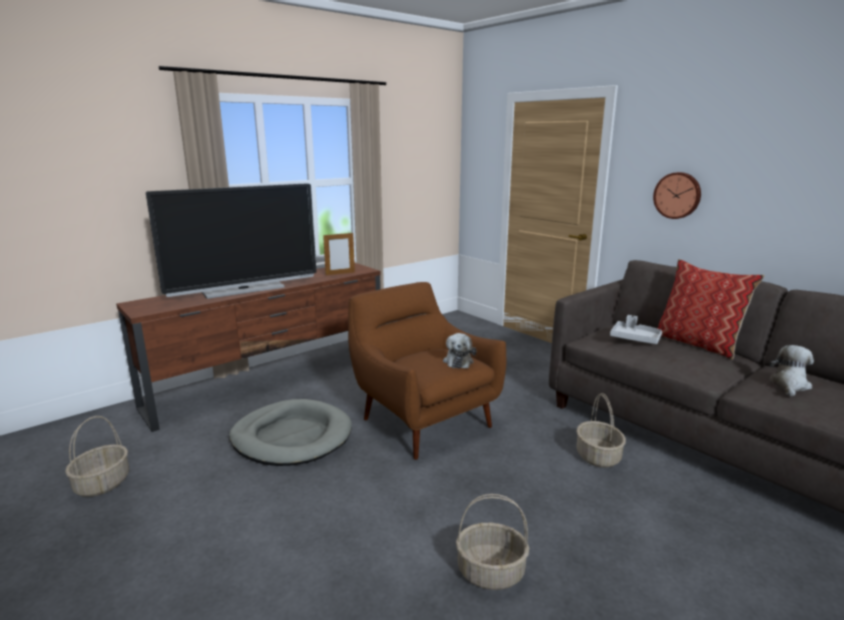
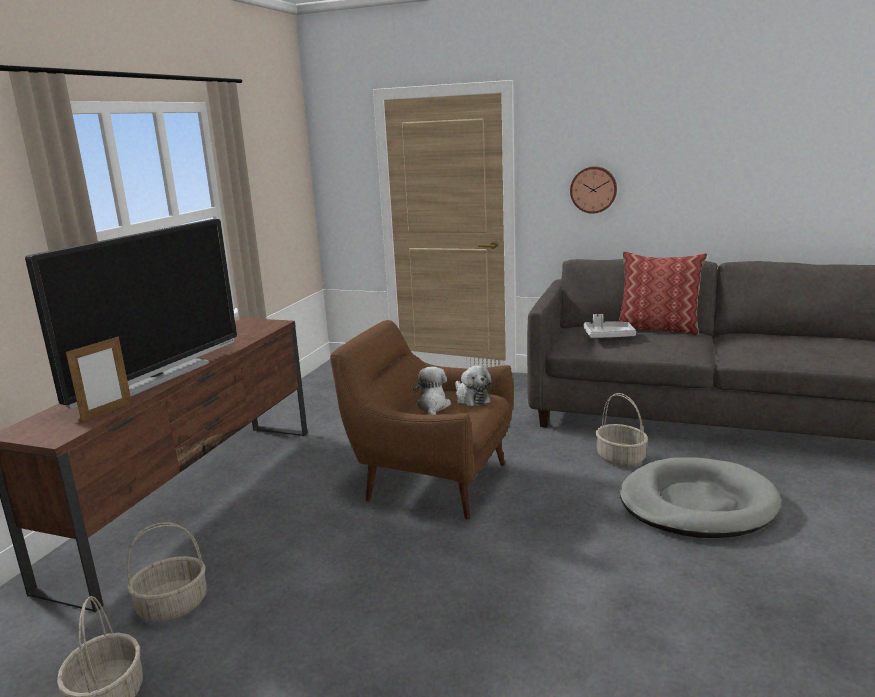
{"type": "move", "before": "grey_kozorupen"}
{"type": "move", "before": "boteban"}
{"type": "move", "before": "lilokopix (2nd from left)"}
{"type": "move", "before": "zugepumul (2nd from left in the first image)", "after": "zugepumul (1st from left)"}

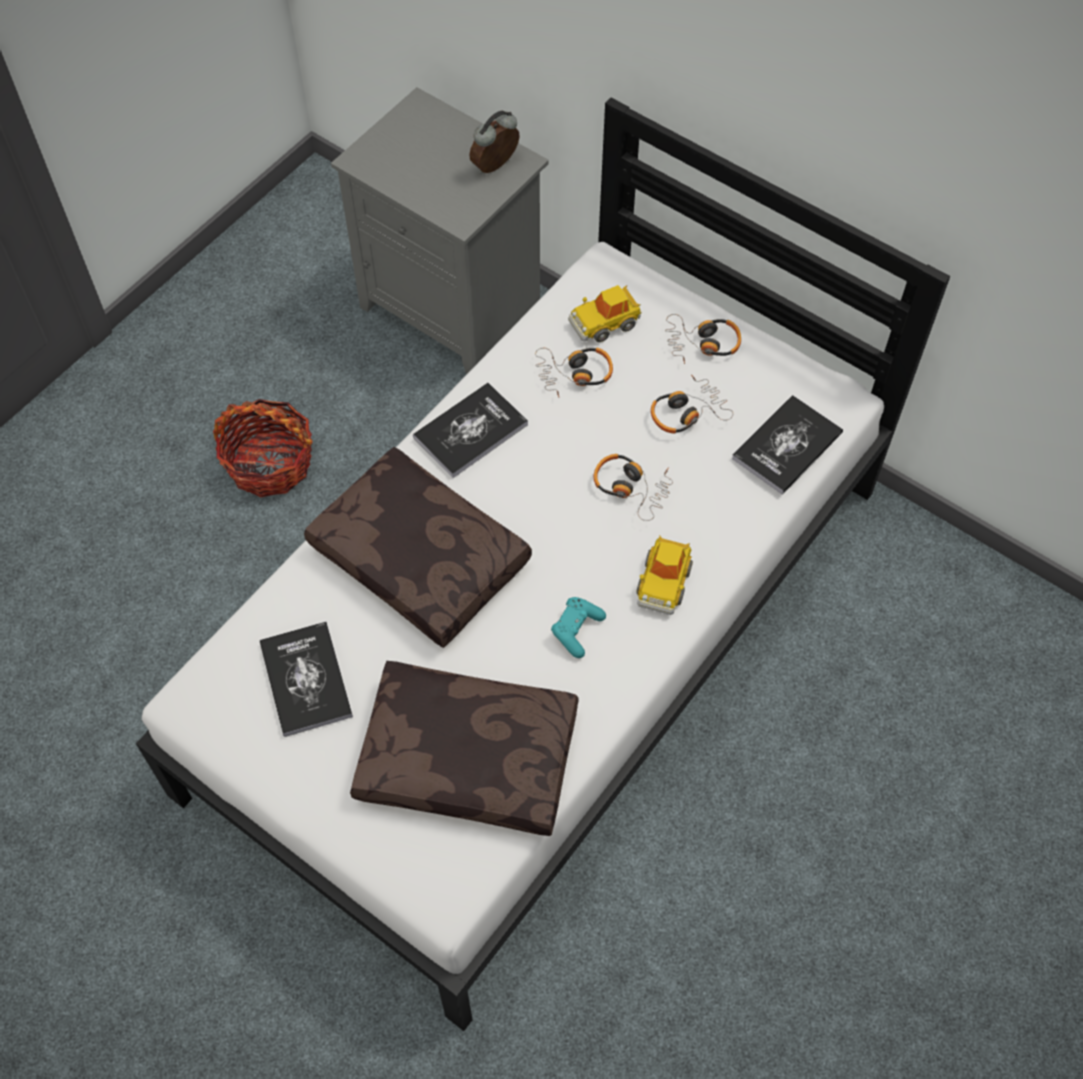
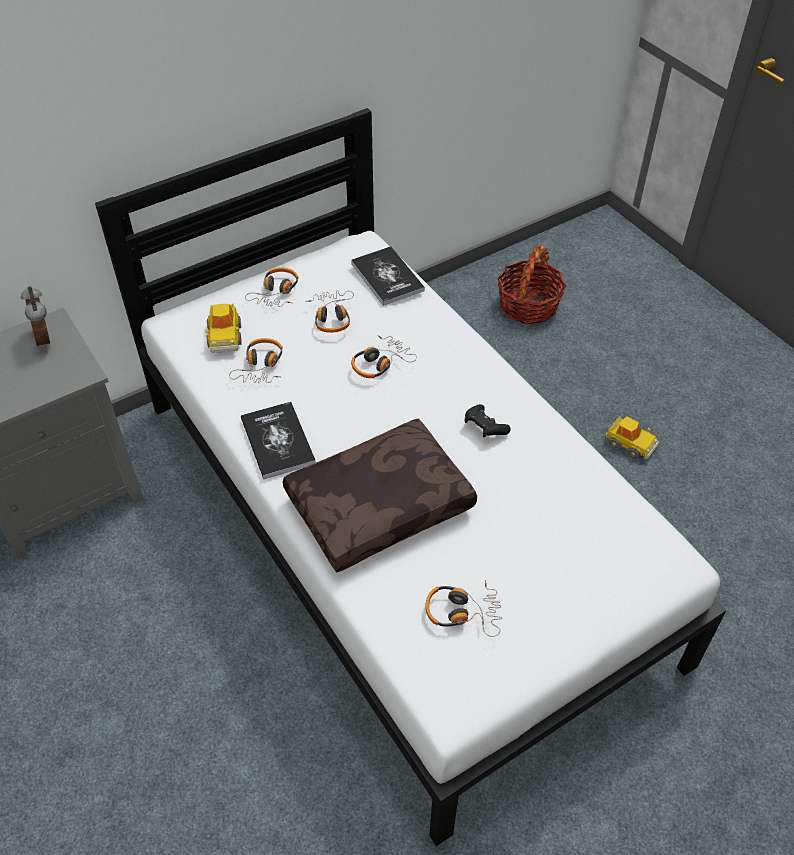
{"type": "delete", "before": "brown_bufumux (2nd from left)"}
{"type": "move", "before": "lilokopix"}
{"type": "move", "before": "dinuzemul (2nd from left)"}
{"type": "replace", "before": "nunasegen (1st from left)", "after": "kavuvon (5th from left)"}
{"type": "recolor", "before": "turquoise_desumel", "after": "black_desumel"}

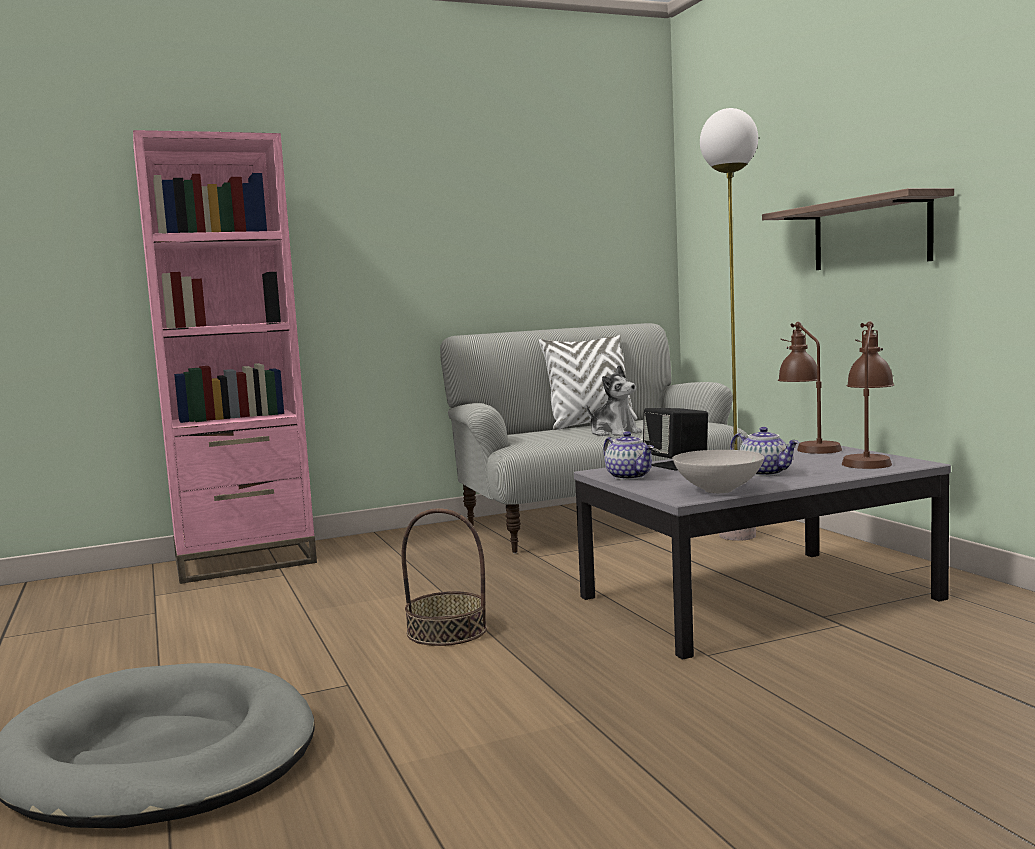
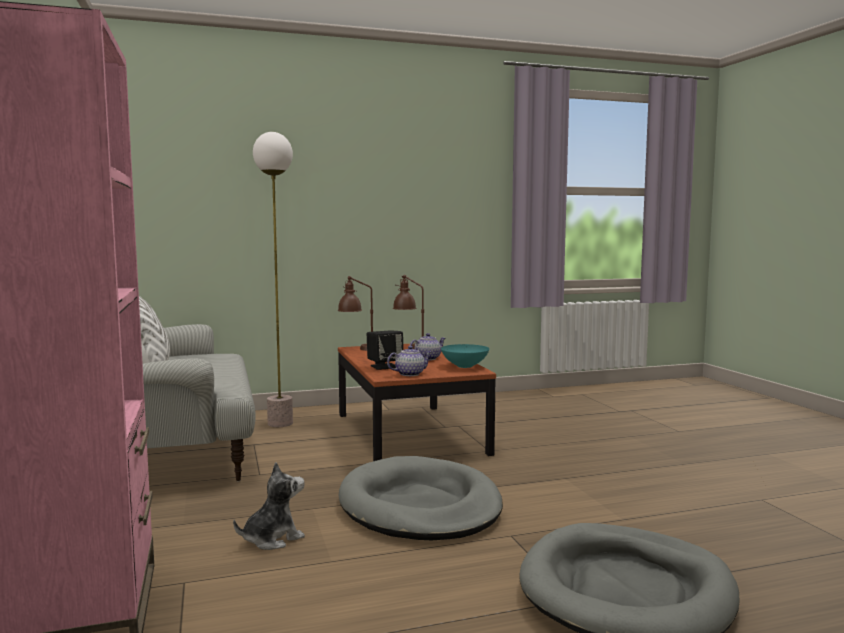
{"type": "delete", "before": "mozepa"}
{"type": "move", "before": "zugepumul"}
{"type": "replace", "before": "lilokopix", "after": "grey_kozorupen (1st from left)"}
{"type": "recolor", "before": "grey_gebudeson", "after": "brown_gebudeson"}
{"type": "recolor", "before": "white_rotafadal", "after": "turquoise_rotafadal"}

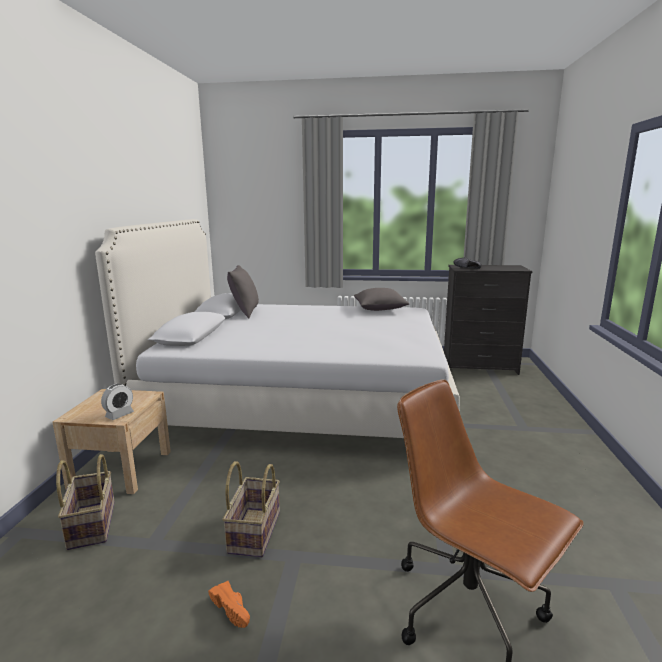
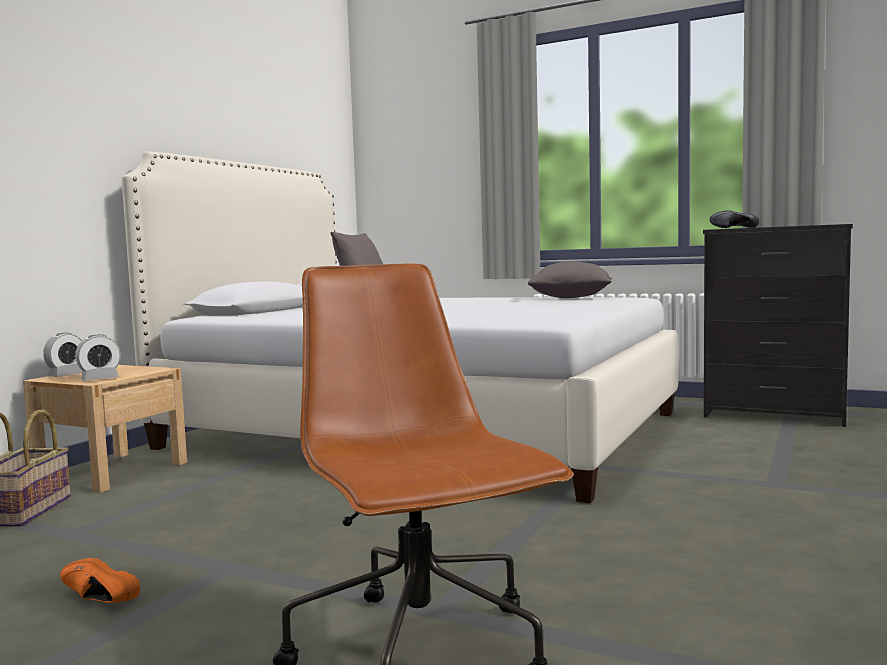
{"type": "delete", "before": "lilokopix (2nd from left)"}
{"type": "insert", "after": "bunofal (1st from left)"}
{"type": "rotate", "before": "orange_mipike", "turn": 135}

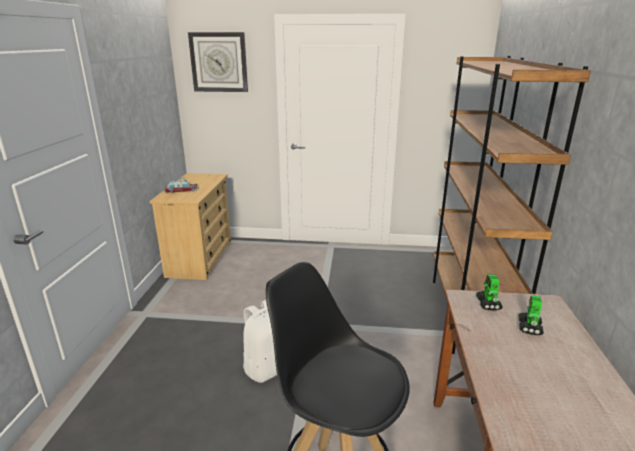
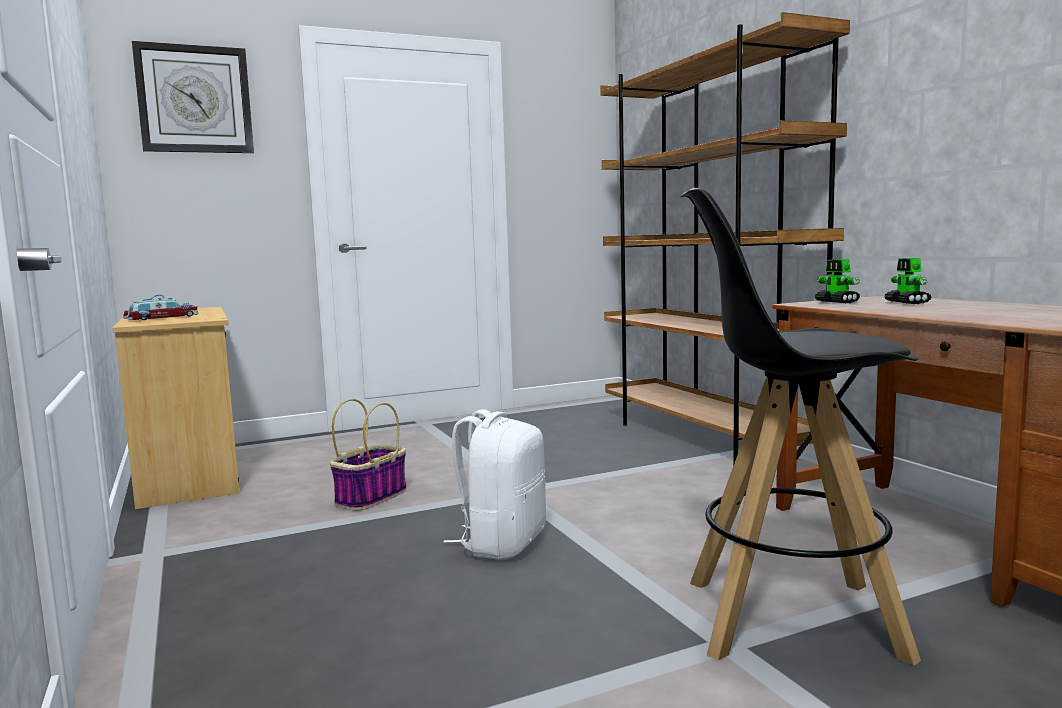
{"type": "insert", "after": "lilokopix"}

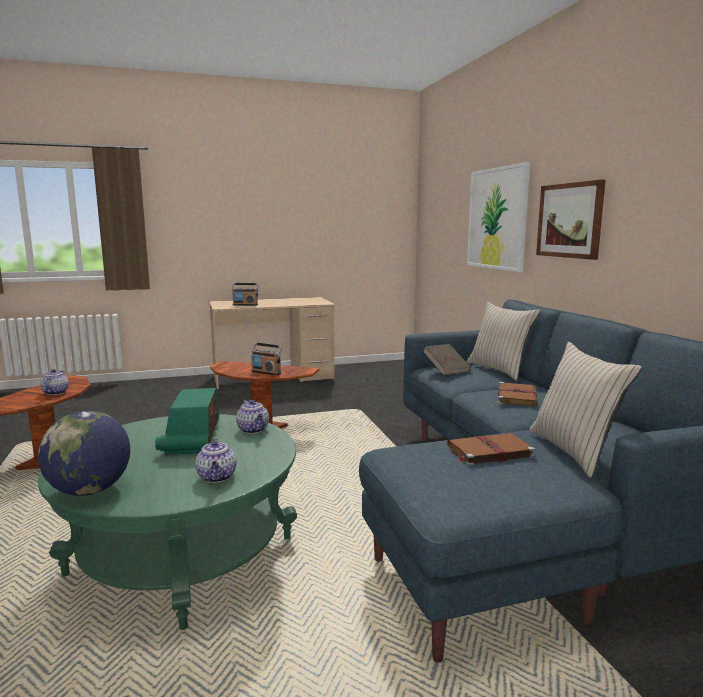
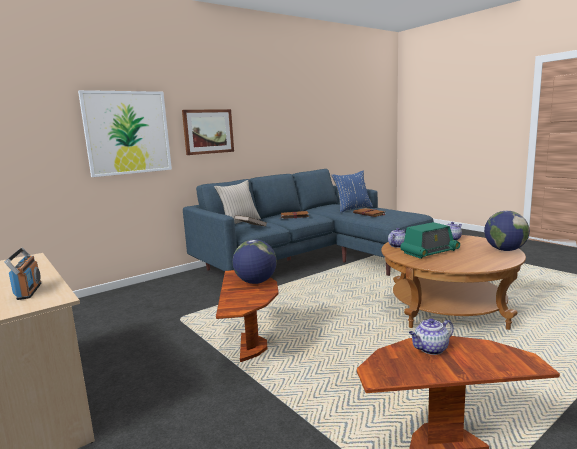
{"type": "replace", "before": "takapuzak (3rd from left)", "after": "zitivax (1st from left)"}
{"type": "recolor", "before": "green_gebudeson", "after": "brown_gebudeson"}
{"type": "recolor", "before": "beige_bufumux (2nd from left)", "after": "blue_bufumux"}

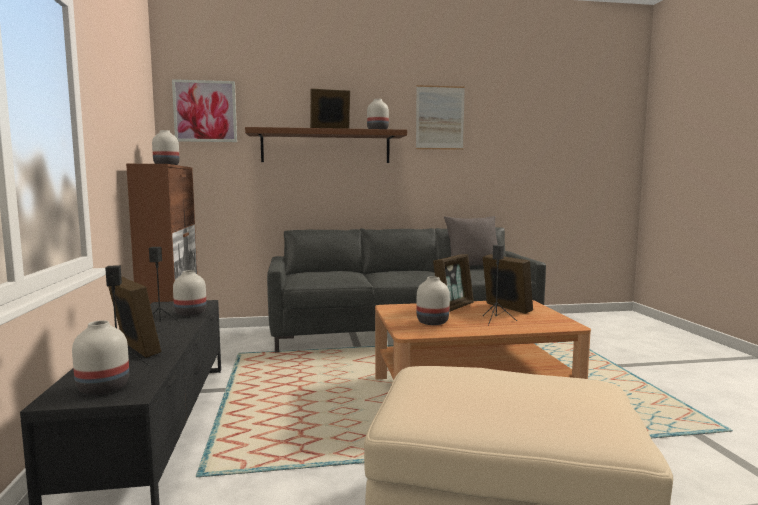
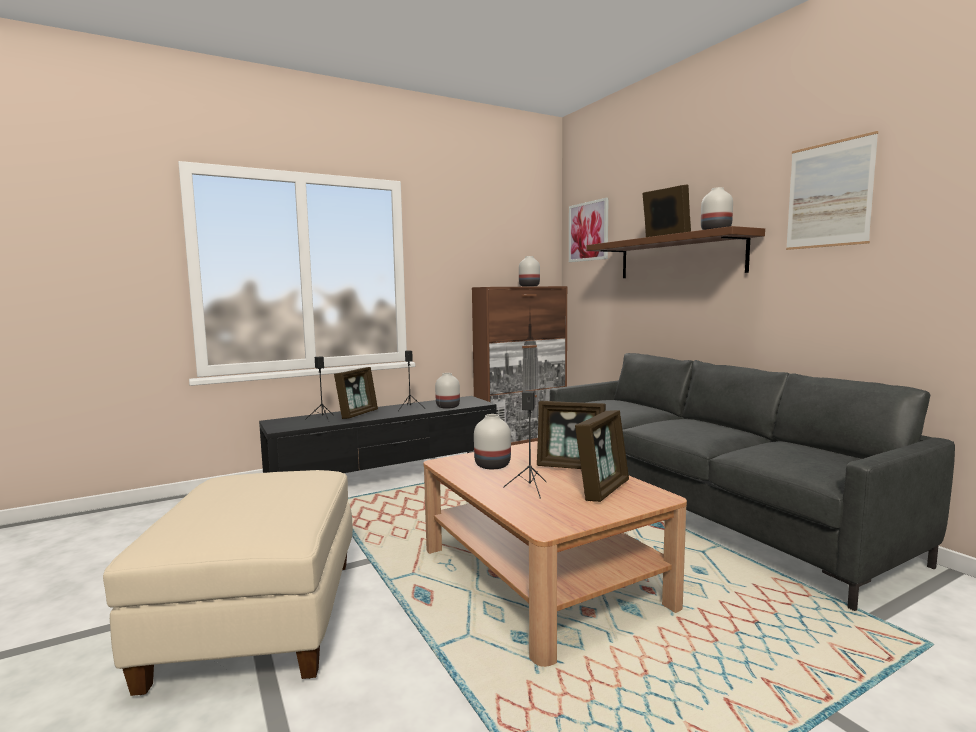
{"type": "delete", "before": "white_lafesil (1st from left)"}
{"type": "delete", "before": "grey_bufumux"}

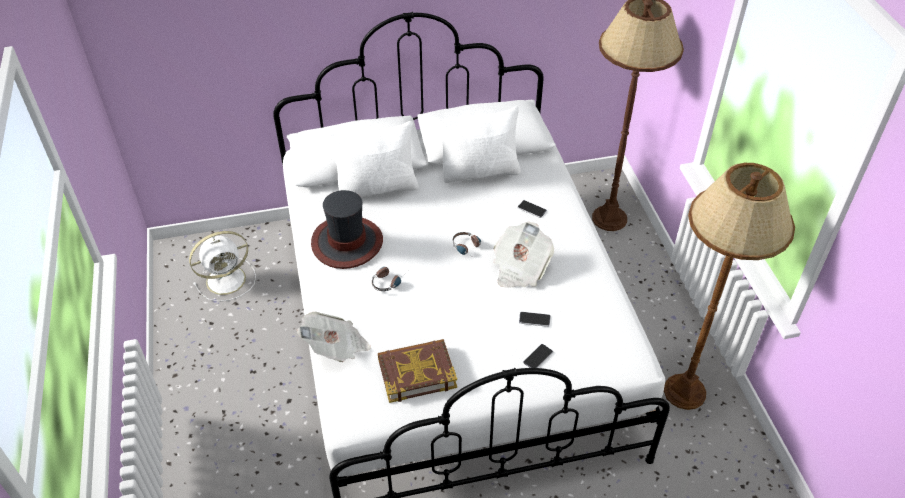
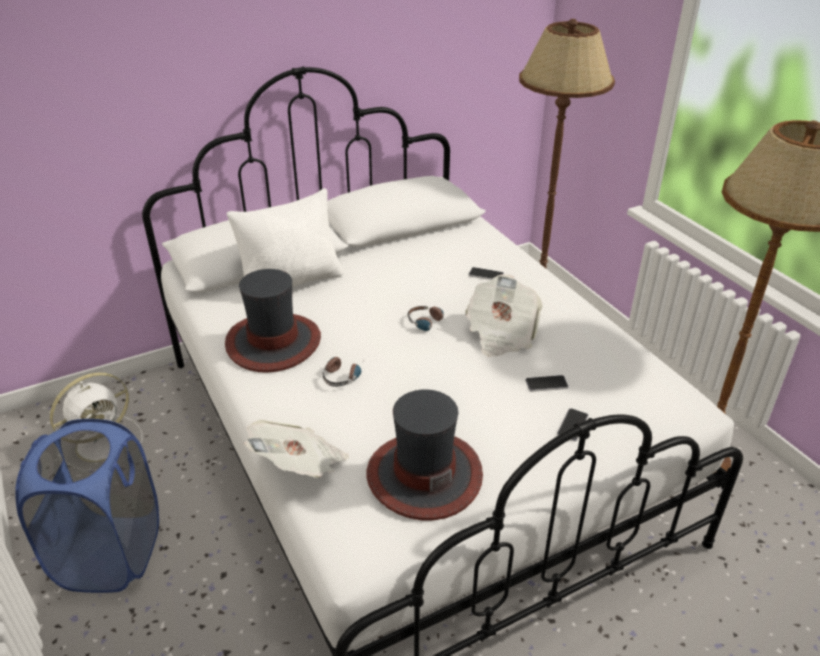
{"type": "delete", "before": "white_bufumux (2nd from left)"}
{"type": "insert", "after": "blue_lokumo"}
{"type": "replace", "before": "nunasegen", "after": "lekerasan (2nd from left)"}

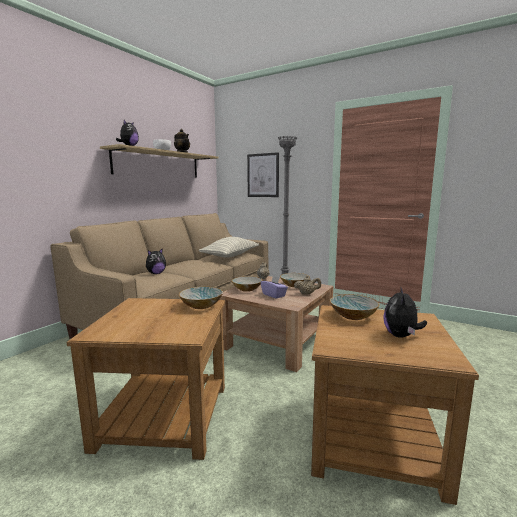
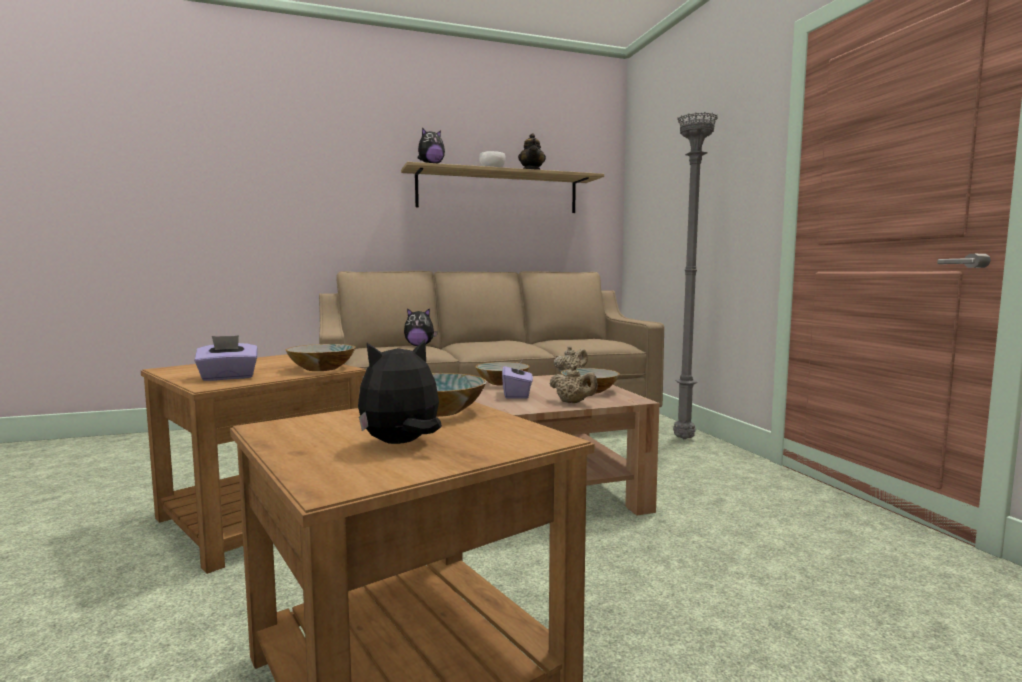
{"type": "delete", "before": "bufumux"}
{"type": "delete", "before": "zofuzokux"}
{"type": "insert", "after": "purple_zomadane (1st from left)"}

